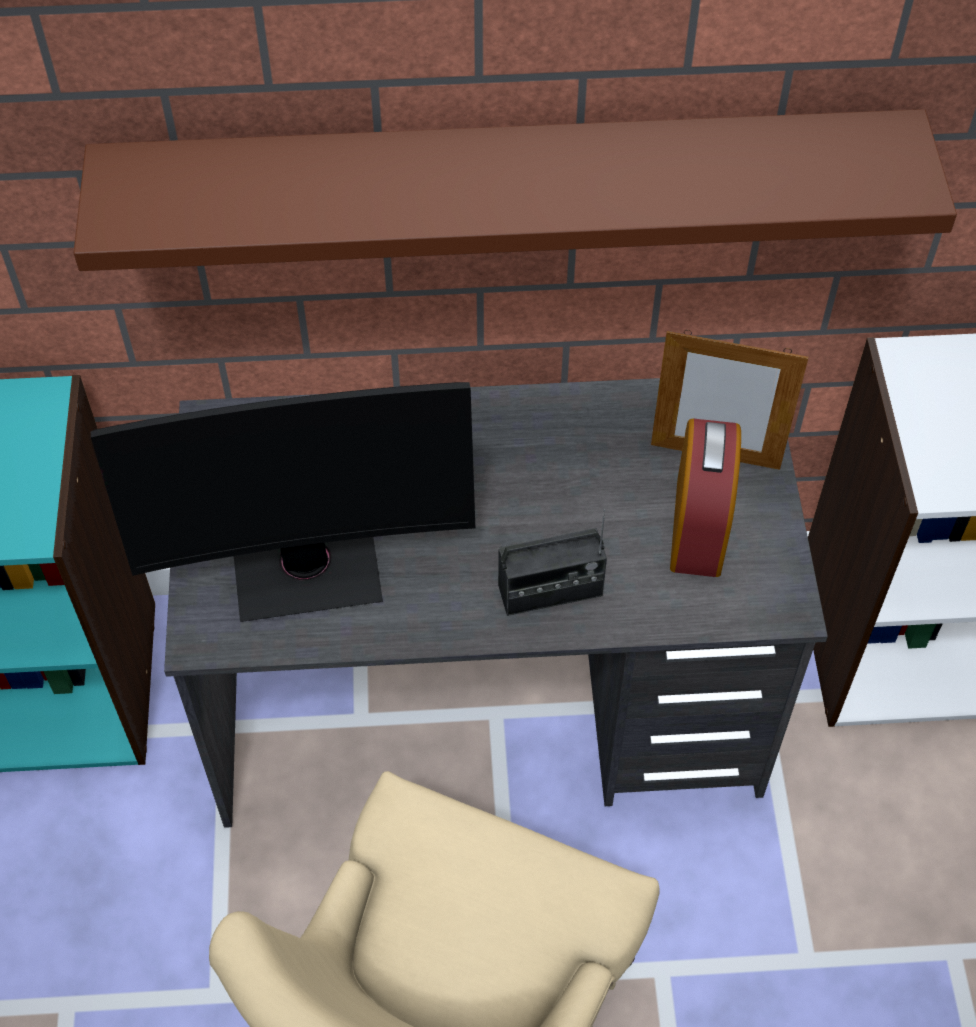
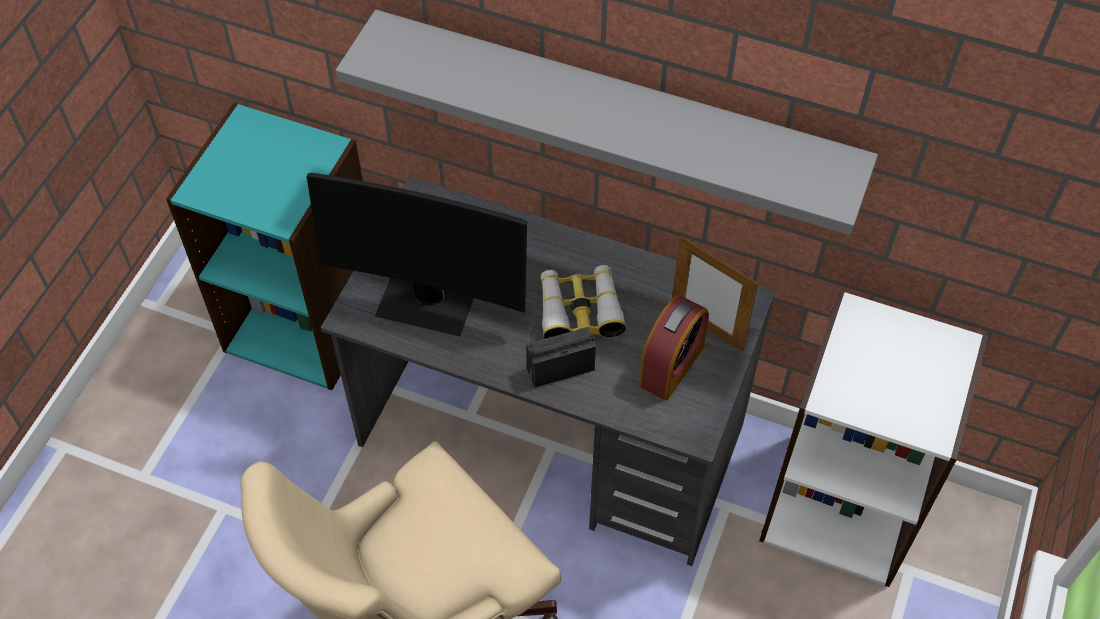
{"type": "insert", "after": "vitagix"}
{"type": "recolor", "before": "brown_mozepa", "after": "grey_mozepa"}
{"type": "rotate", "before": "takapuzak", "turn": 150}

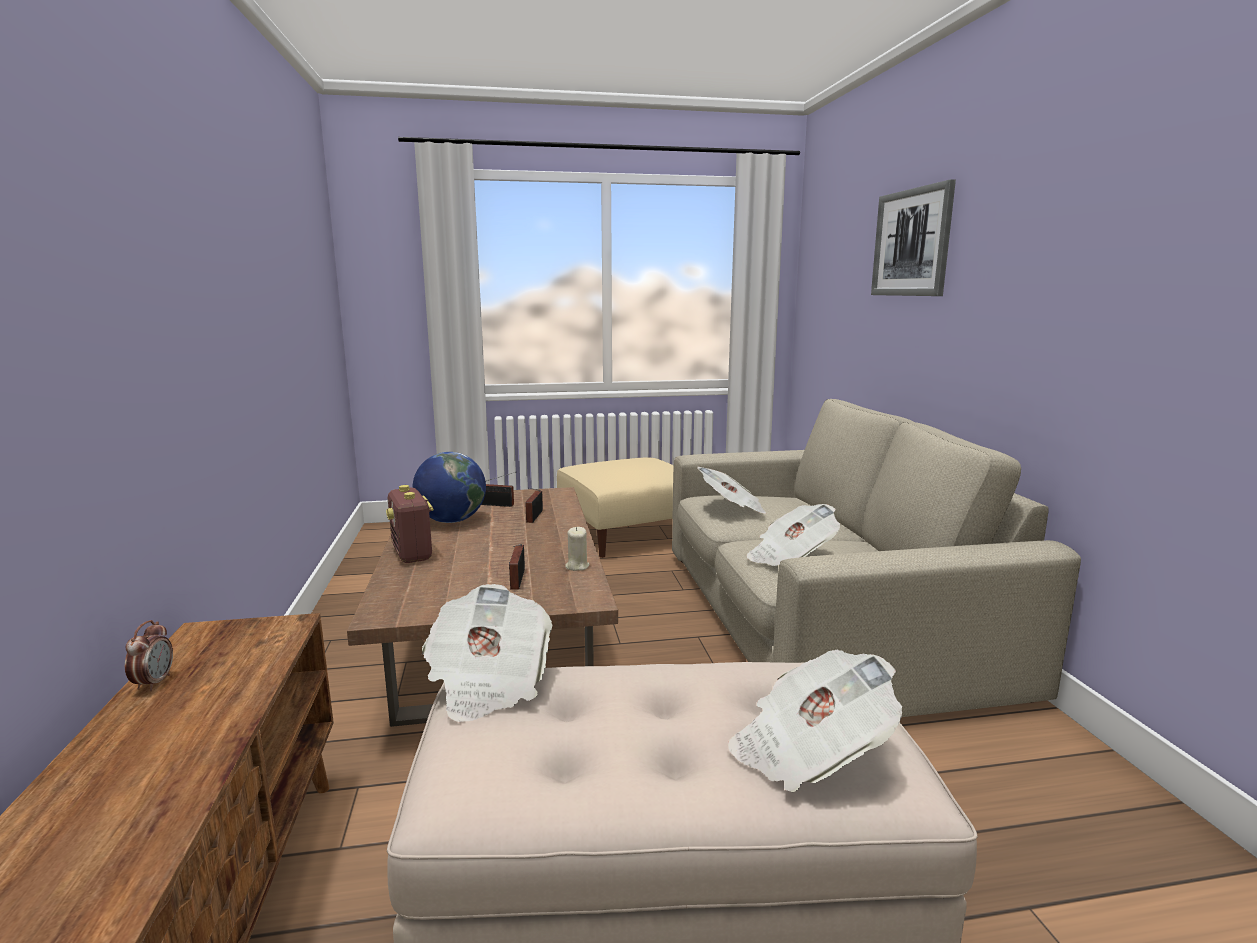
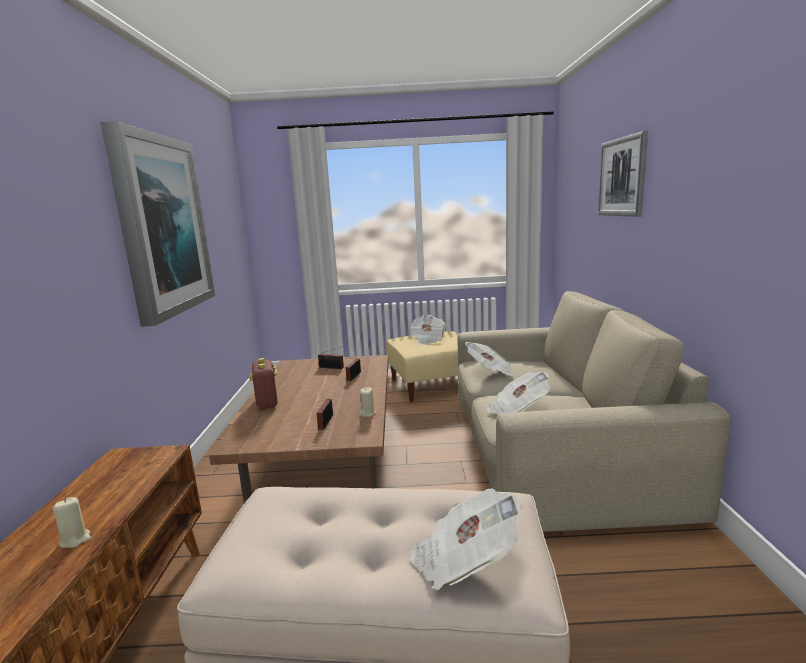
{"type": "delete", "before": "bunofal"}
{"type": "delete", "before": "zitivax"}
{"type": "insert", "after": "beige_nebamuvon (1st from left)"}
{"type": "insert", "after": "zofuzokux (1st from left)"}
{"type": "move", "before": "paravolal (1st from left)"}

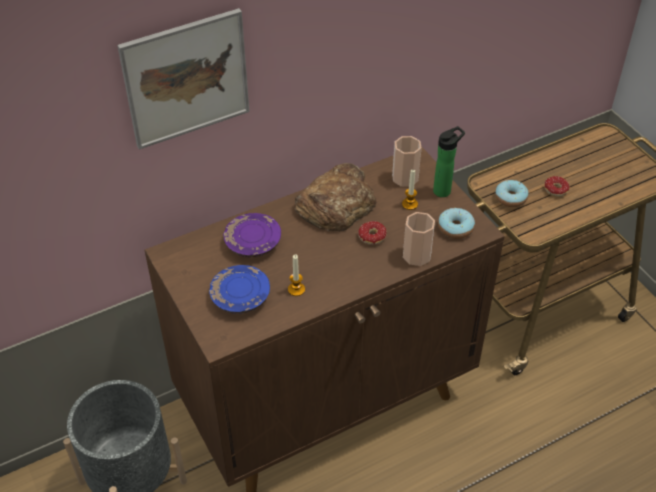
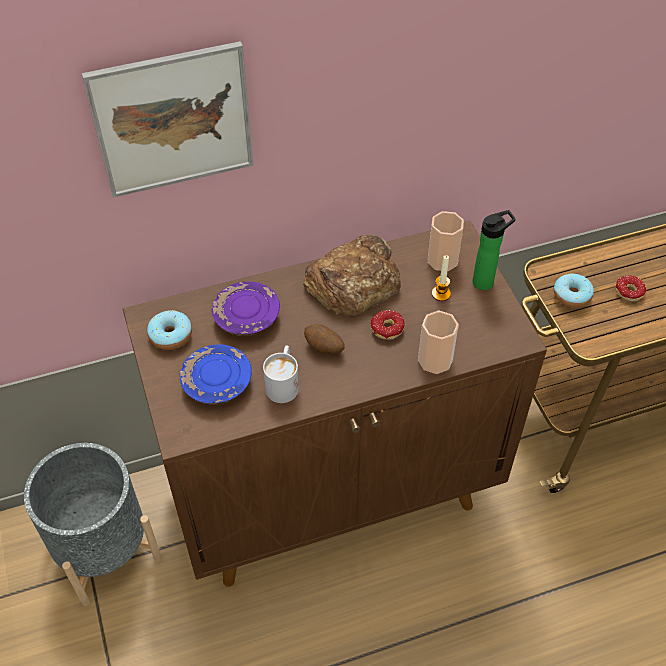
{"type": "insert", "after": "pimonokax"}
{"type": "move", "before": "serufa (2nd from left in the first image)", "after": "serufa (1st from left)"}
{"type": "replace", "before": "nebamuvon (1st from left)", "after": "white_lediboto"}

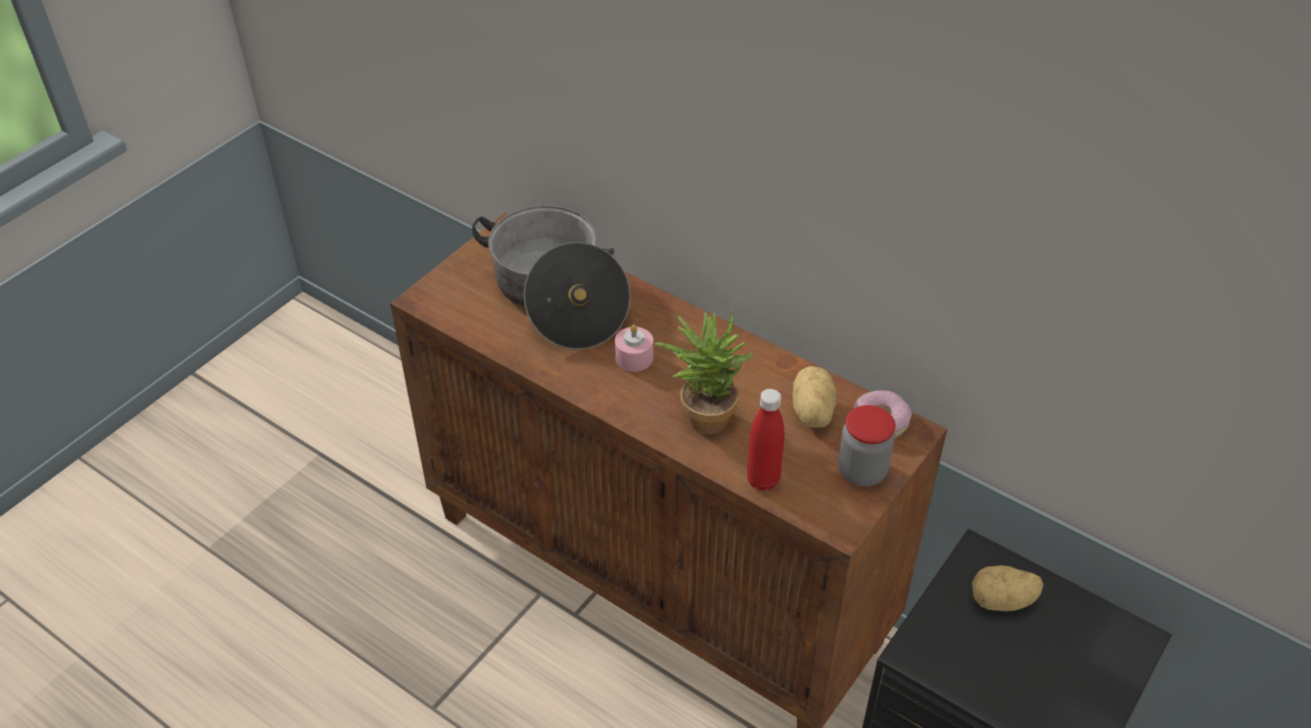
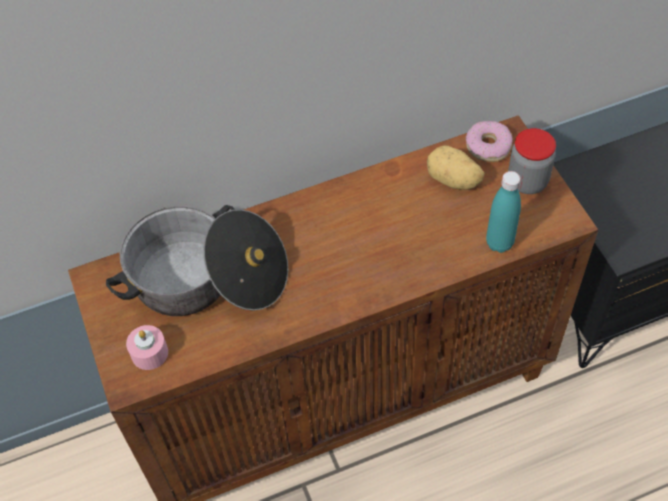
{"type": "delete", "before": "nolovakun"}
{"type": "delete", "before": "pimonokax (2nd from left)"}
{"type": "move", "before": "pink_nebamuvon"}
{"type": "recolor", "before": "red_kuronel", "after": "turquoise_kuronel"}

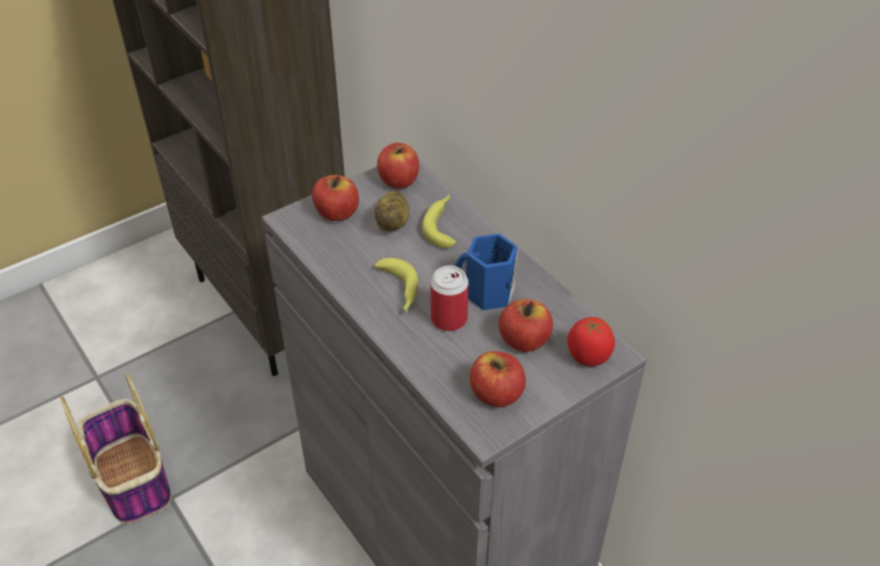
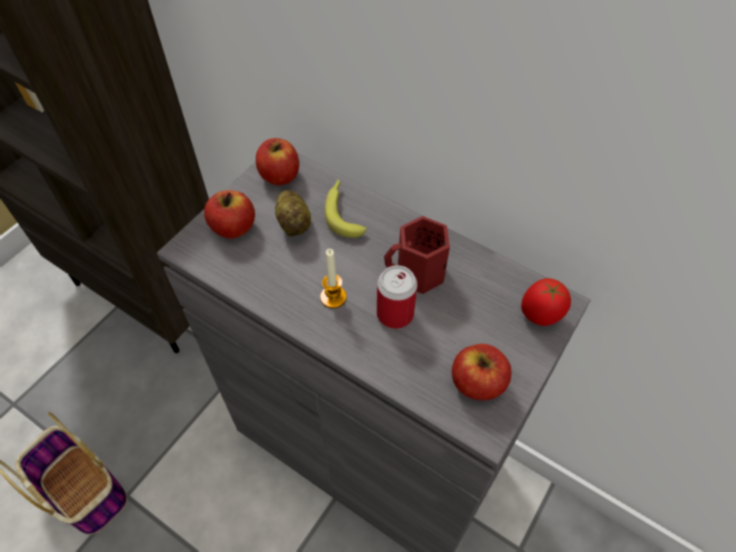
{"type": "delete", "before": "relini (4th from left)"}
{"type": "replace", "before": "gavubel (1st from left)", "after": "nebamuvon"}
{"type": "recolor", "before": "blue_lediboto", "after": "red_lediboto"}

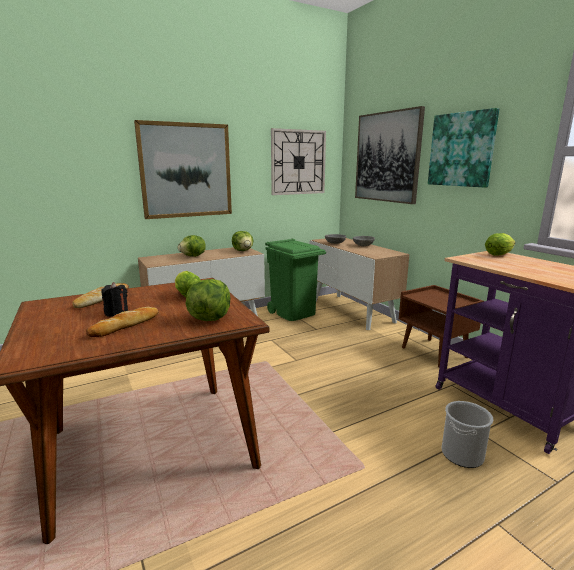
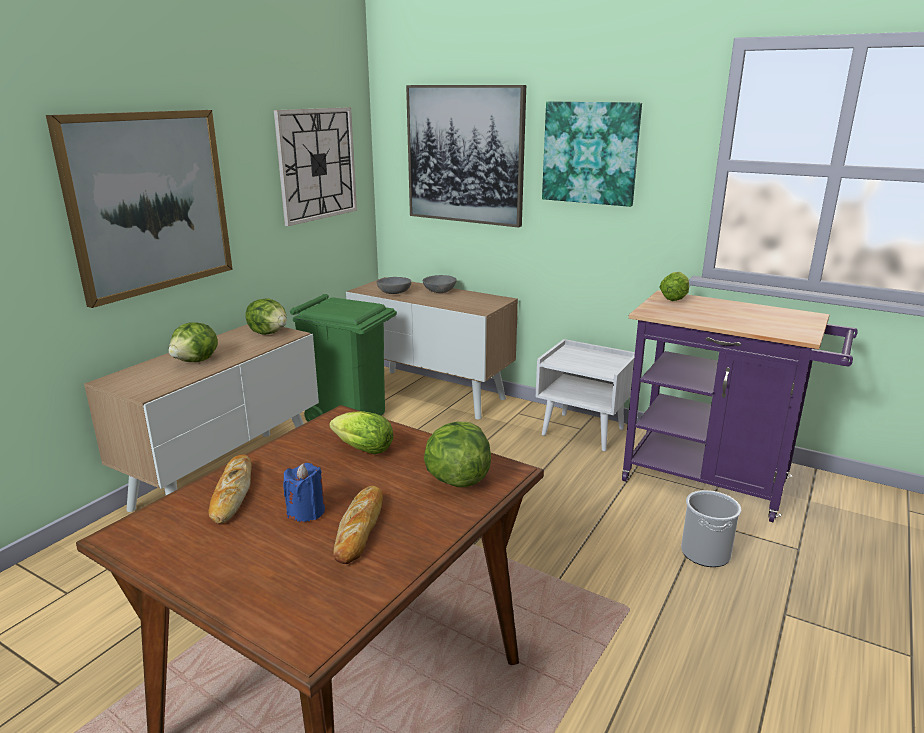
{"type": "recolor", "before": "black_nebamuvon", "after": "blue_nebamuvon"}
{"type": "recolor", "before": "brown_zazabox", "after": "white_zazabox"}

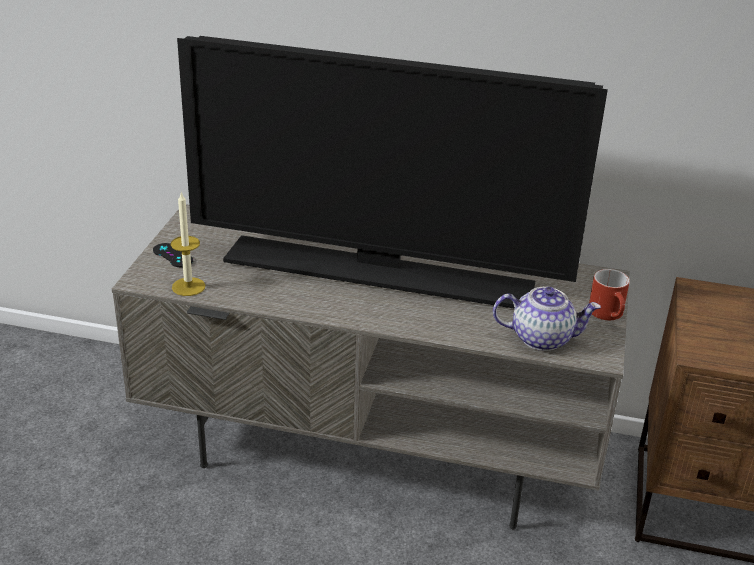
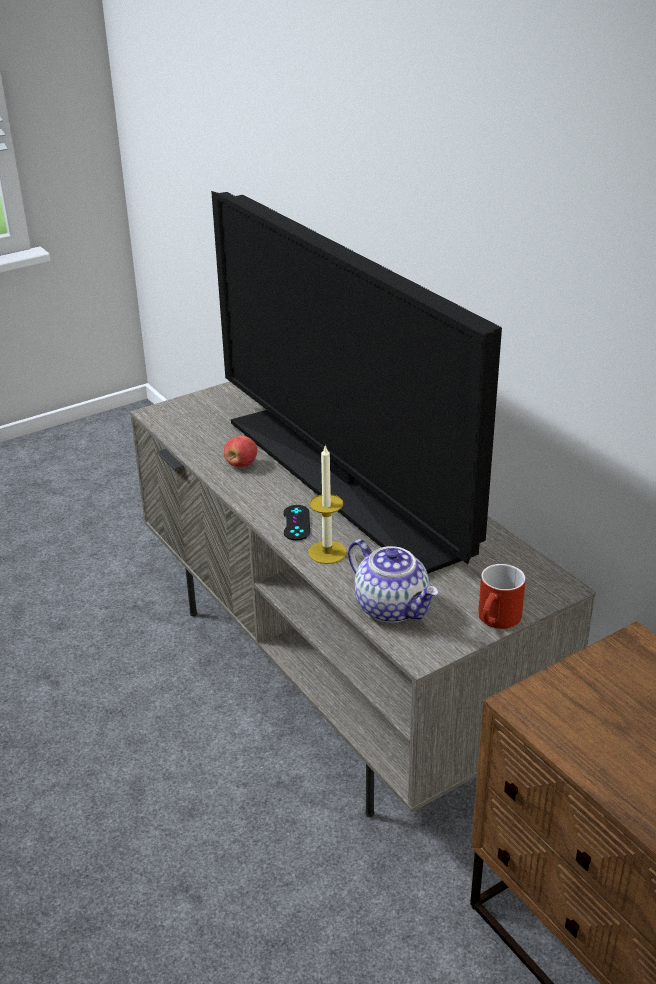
{"type": "insert", "after": "relini"}
{"type": "move", "before": "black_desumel"}
{"type": "move", "before": "nebamuvon"}

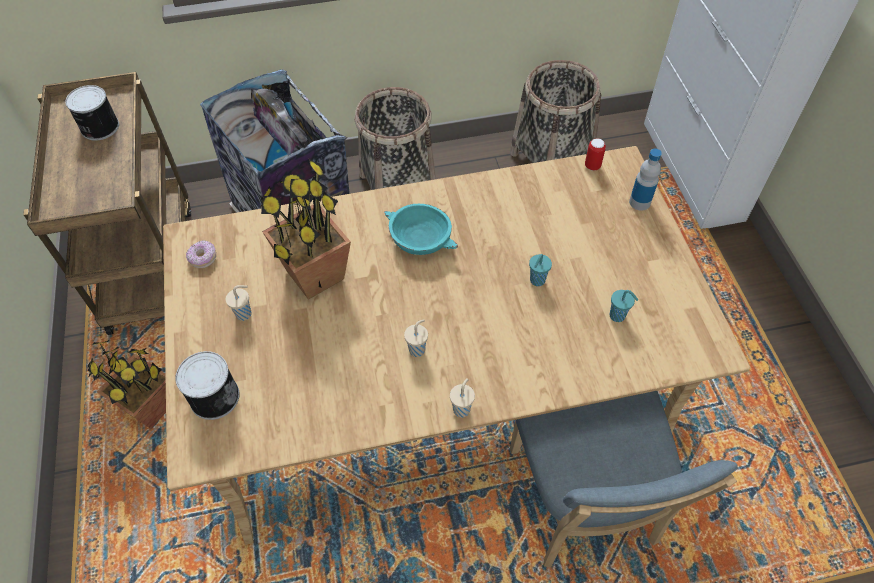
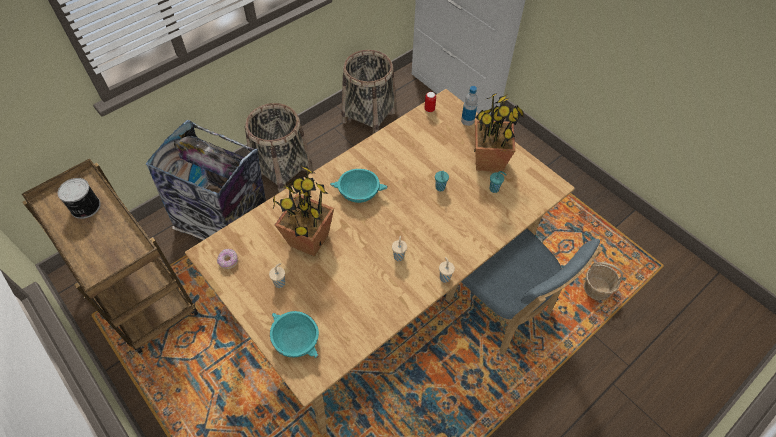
{"type": "insert", "after": "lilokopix (3rd from left)"}
{"type": "move", "before": "nolovakun (1st from left in the first image)", "after": "nolovakun (2nd from left)"}
{"type": "replace", "before": "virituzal (2nd from left)", "after": "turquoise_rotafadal (1st from left)"}

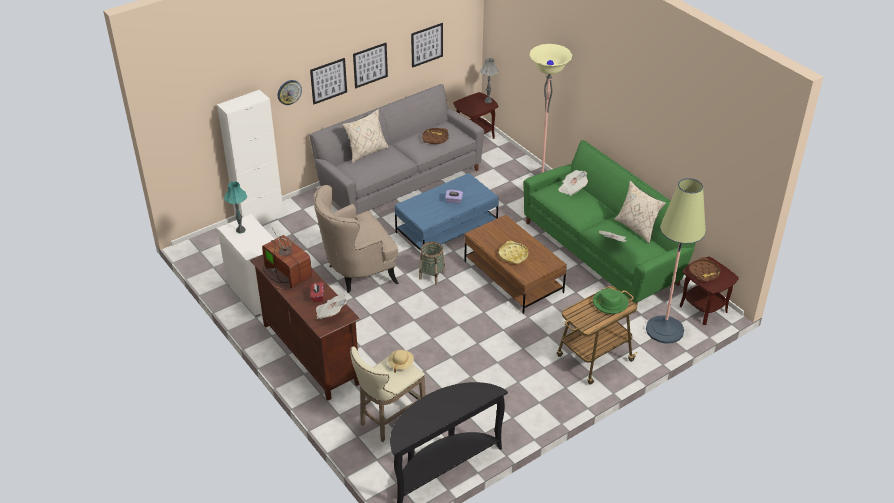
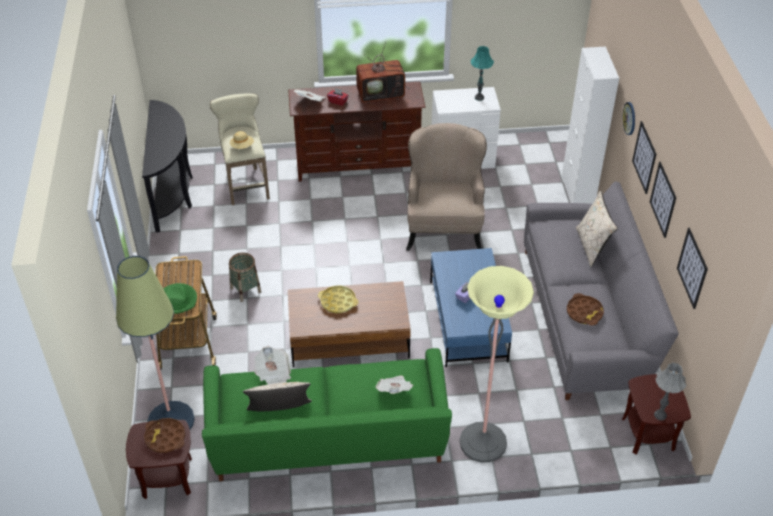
{"type": "move", "before": "lilokopix"}

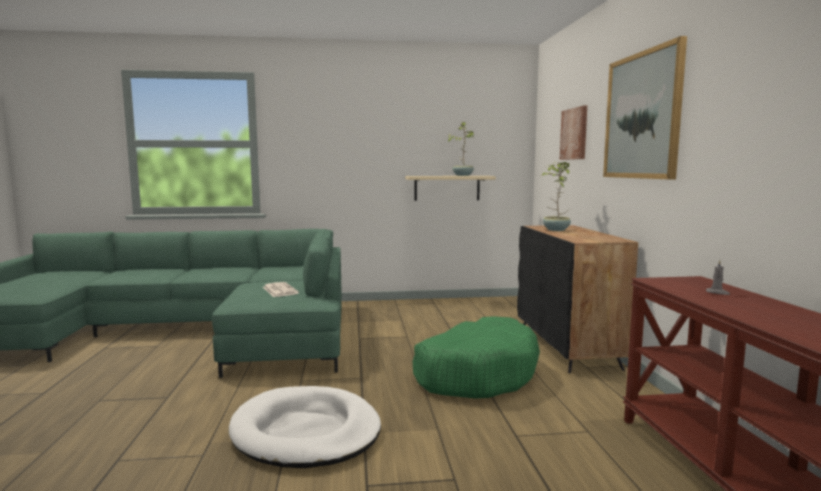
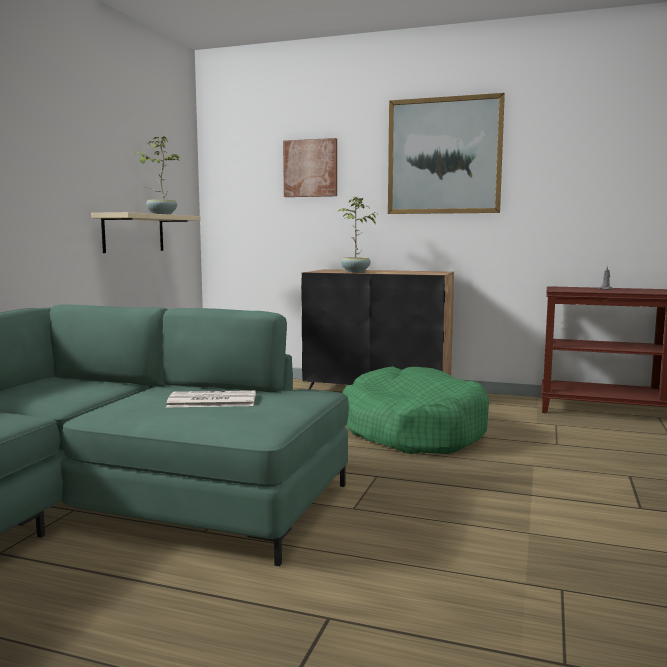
{"type": "delete", "before": "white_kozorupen"}

